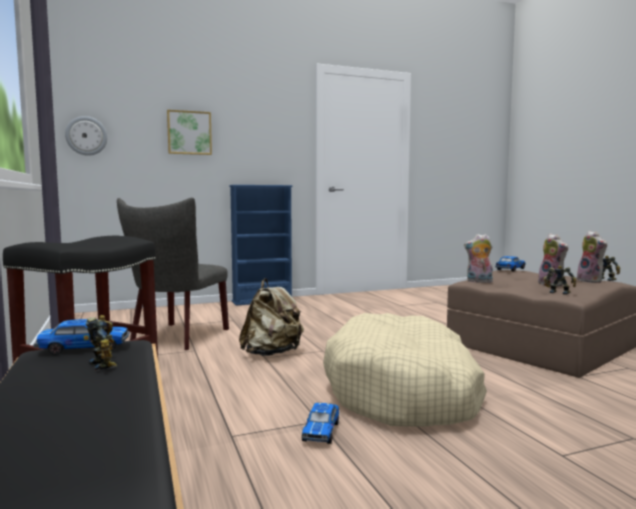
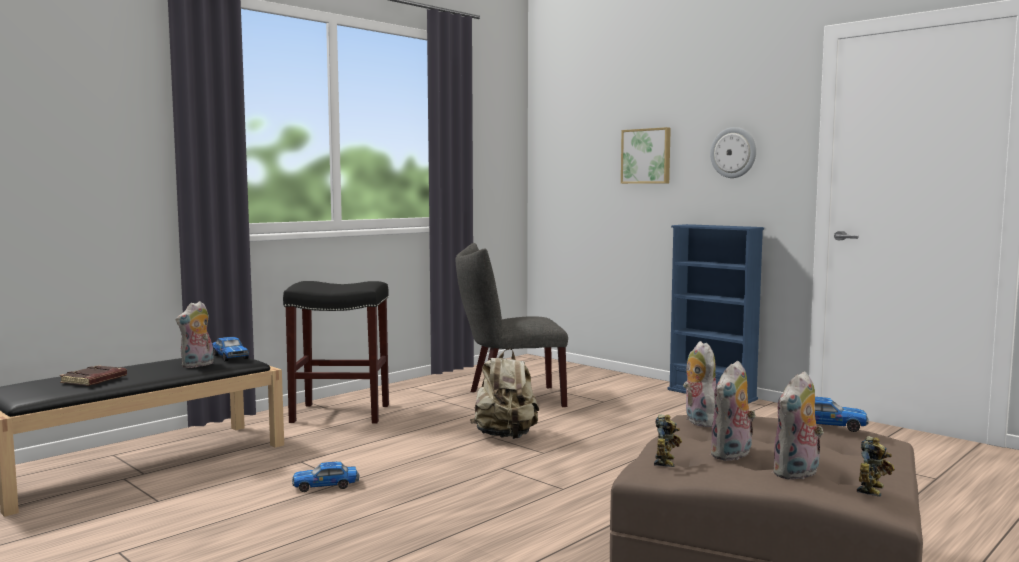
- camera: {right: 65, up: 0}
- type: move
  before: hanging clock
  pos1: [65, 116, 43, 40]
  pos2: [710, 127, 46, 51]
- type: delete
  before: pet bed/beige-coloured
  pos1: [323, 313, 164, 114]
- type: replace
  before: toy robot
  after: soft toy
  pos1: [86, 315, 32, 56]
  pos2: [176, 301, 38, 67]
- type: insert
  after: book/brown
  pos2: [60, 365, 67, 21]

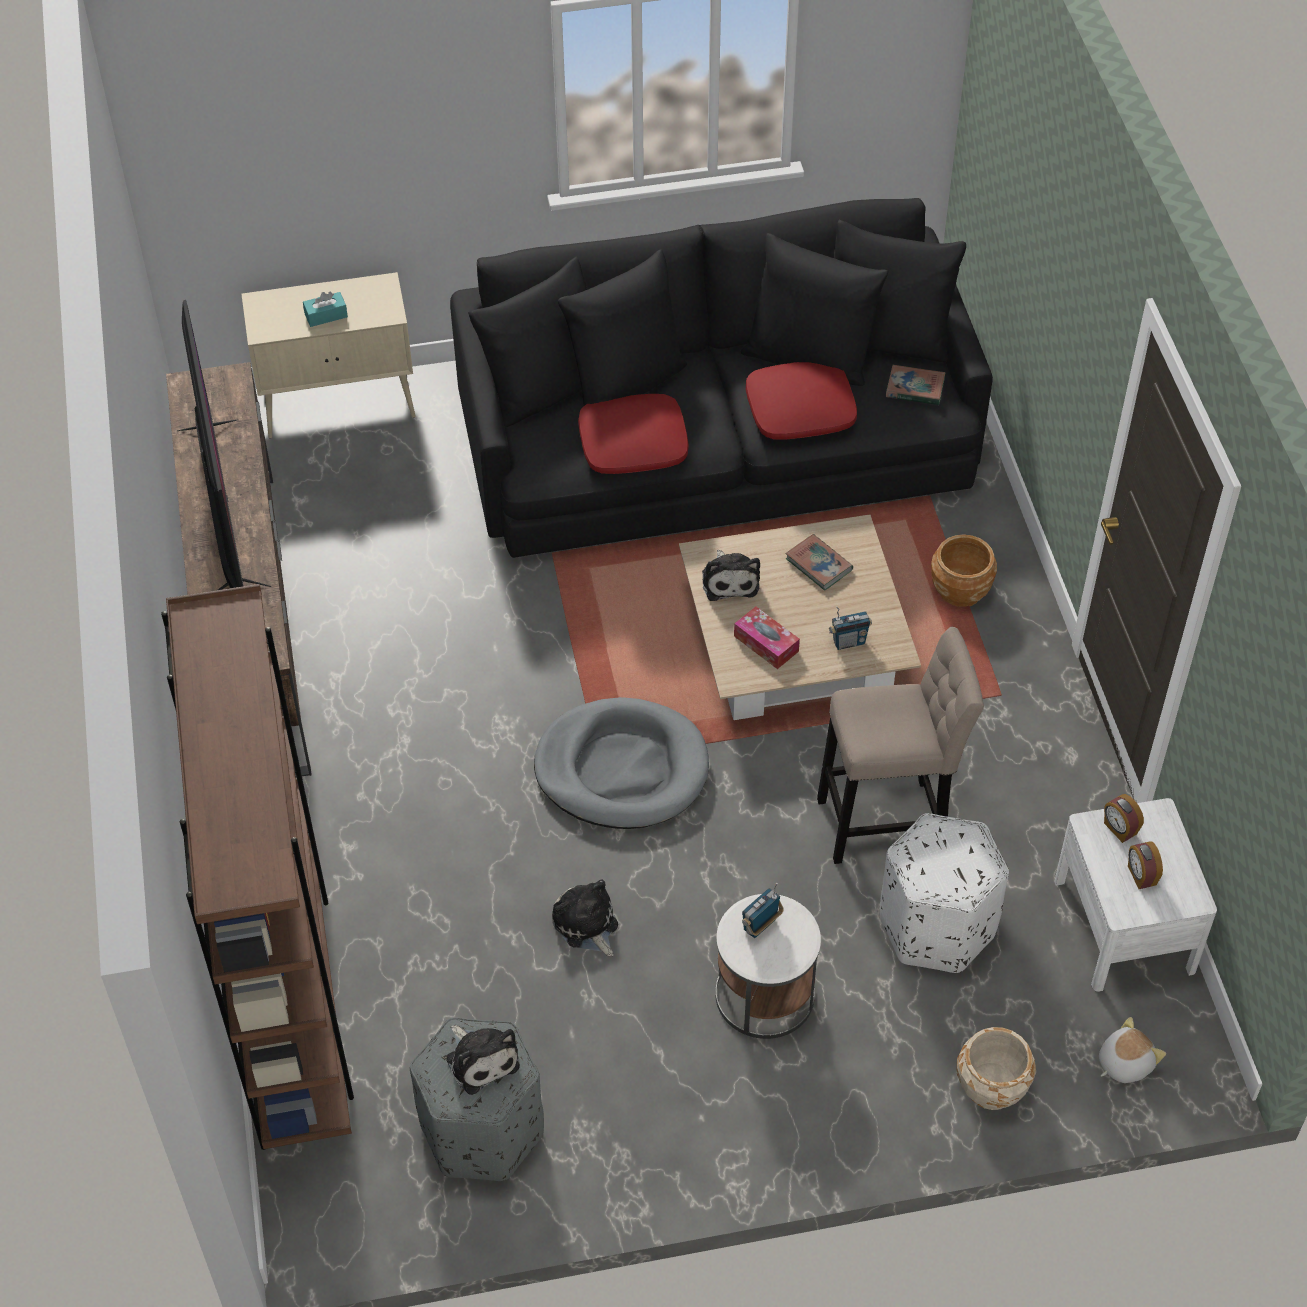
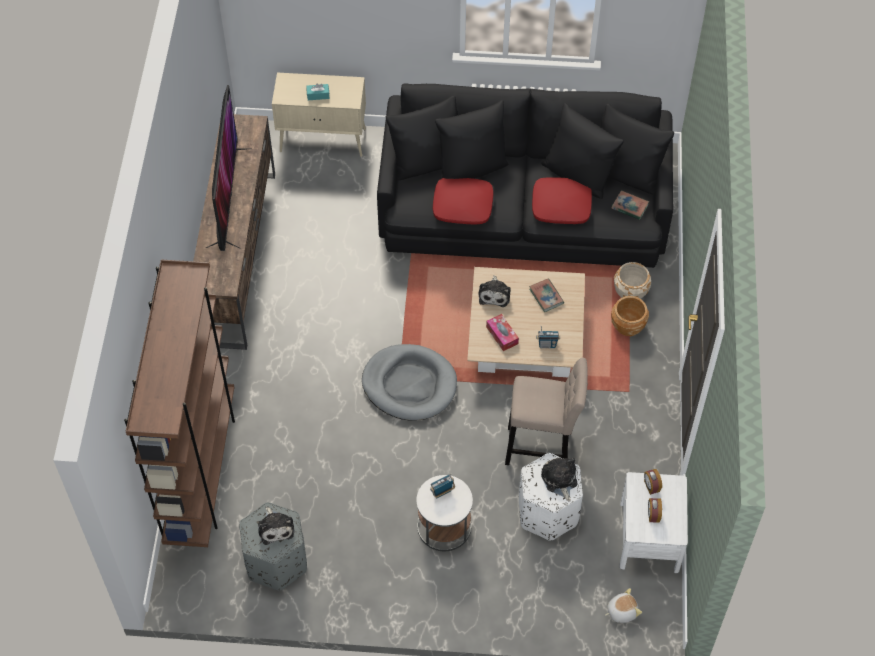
- camera: {right: 15, up: 5}
- type: move
  before: soft toy
  pos1: [552, 879, 66, 78]
  pos2: [541, 458, 37, 43]
- type: move
  before: planter/beige-coloured
  pos1: [957, 1027, 79, 83]
  pos2: [614, 262, 37, 37]

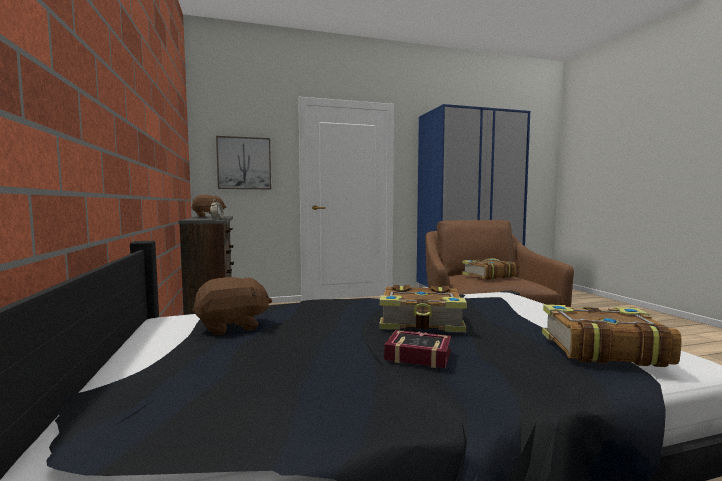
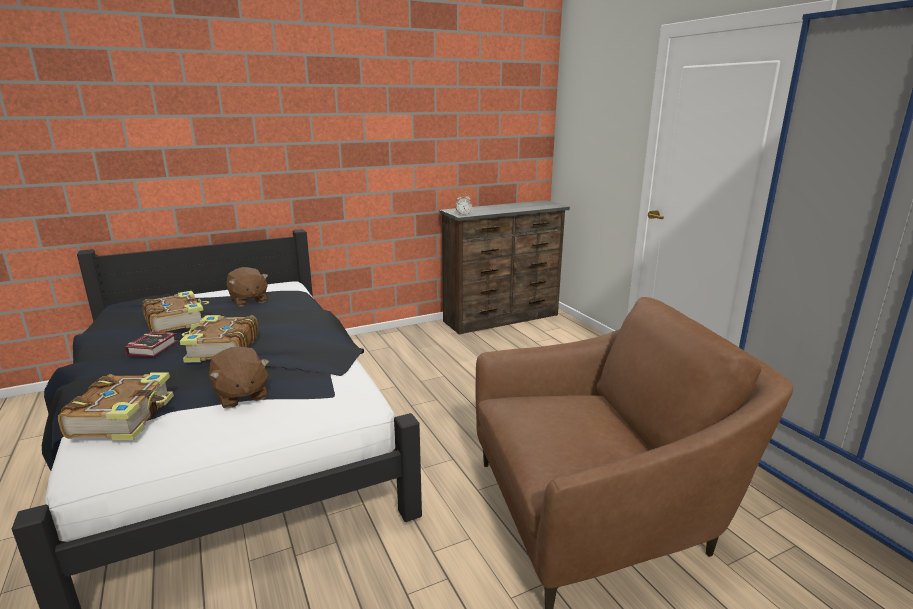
- camera: {right: 80, up: 15}
- type: delete
  before: wall art
  pos1: [216, 136, 55, 53]
- type: move
  before: soft toy/brown
  pos1: [191, 195, 35, 22]
  pos2: [209, 347, 61, 62]
- type: move
  before: book
  pos1: [462, 258, 54, 22]
  pos2: [142, 291, 67, 41]

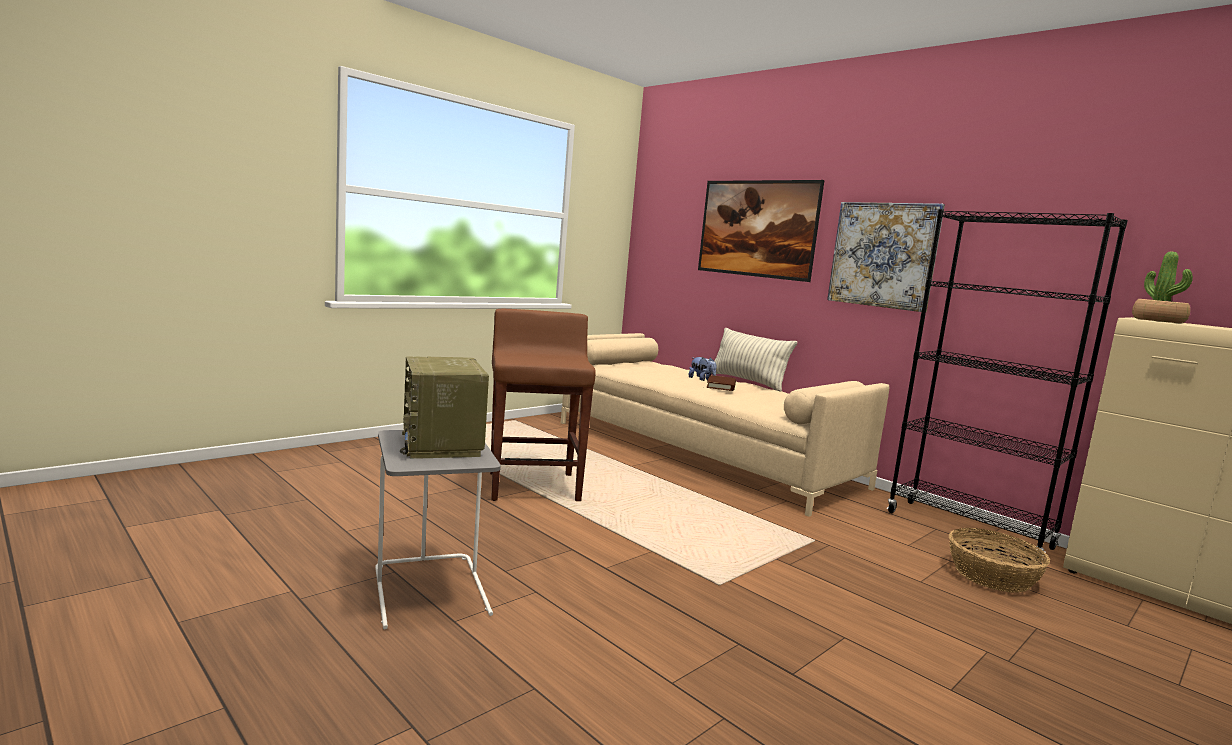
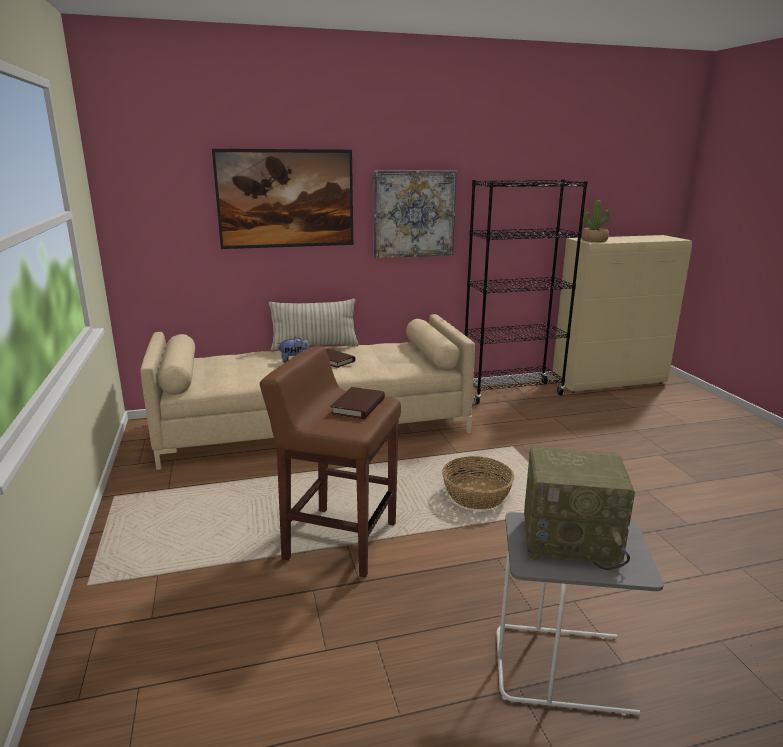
- camera: {right: -60, up: 10}
- type: move
  before: basket
  pos1: [949, 528, 101, 65]
  pos2: [442, 456, 73, 54]
- type: insert
  after: book/brown
  pos2: [330, 387, 55, 32]

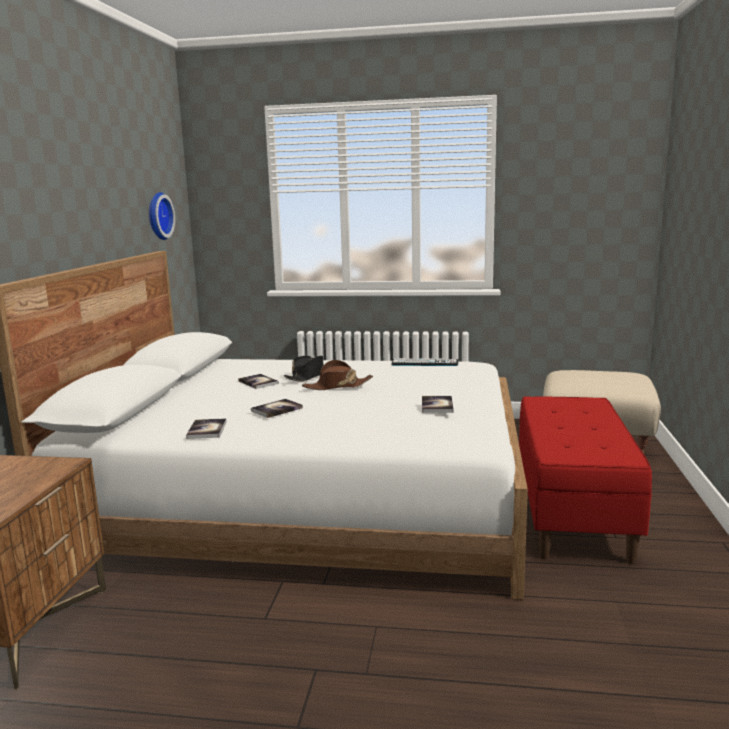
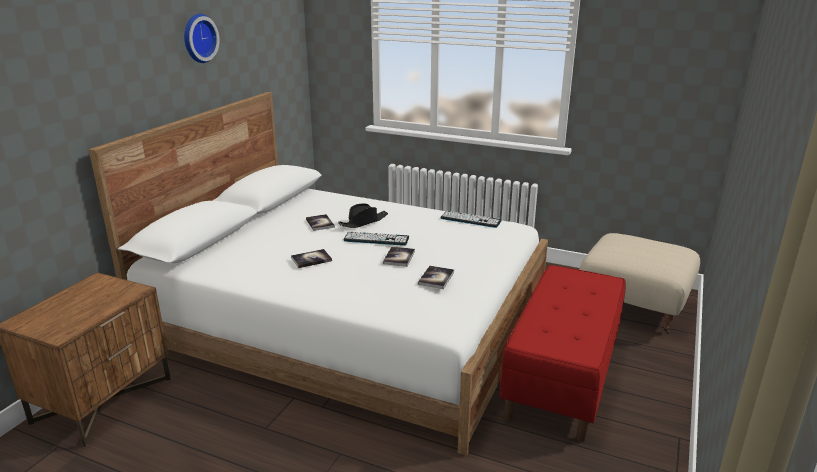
- camera: {right: 15, up: 10}
- type: move
  before: hanging clock
  pos1: [149, 192, 26, 48]
  pos2: [184, 14, 36, 49]
- type: replace
  before: clothing hat/brown
  after: computer keyboard
  pos1: [302, 360, 71, 30]
  pos2: [343, 232, 66, 14]
- type: move
  before: book
  pos1: [186, 418, 41, 21]
  pos2: [383, 247, 32, 20]

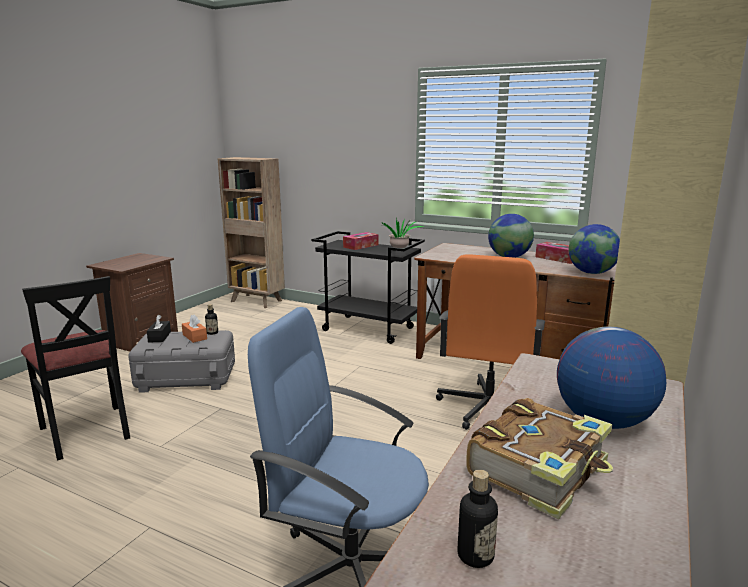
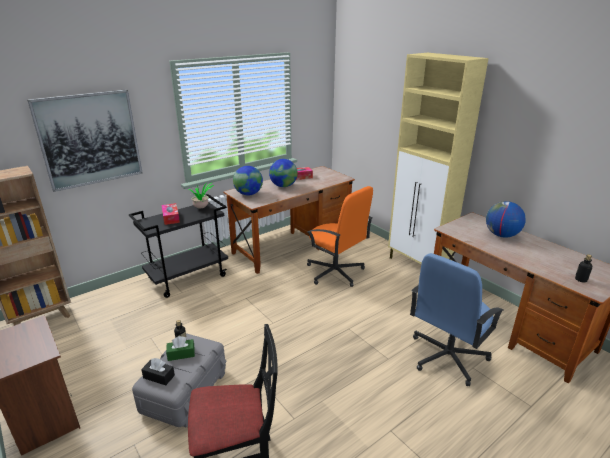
- camera: {right: -65, up: 10}
- type: move
  before: desk globe
  pos1: [569, 224, 51, 50]
  pos2: [233, 166, 30, 29]
- type: recolor
  before: box of tissues/orangey
  after: box of tissues/greenish
  pos1: [182, 314, 25, 29]
  pos2: [166, 336, 29, 25]
- type: delete
  before: book
  pos1: [466, 398, 147, 121]
- type: insert
  after: wall art
  pos2: [27, 89, 116, 103]

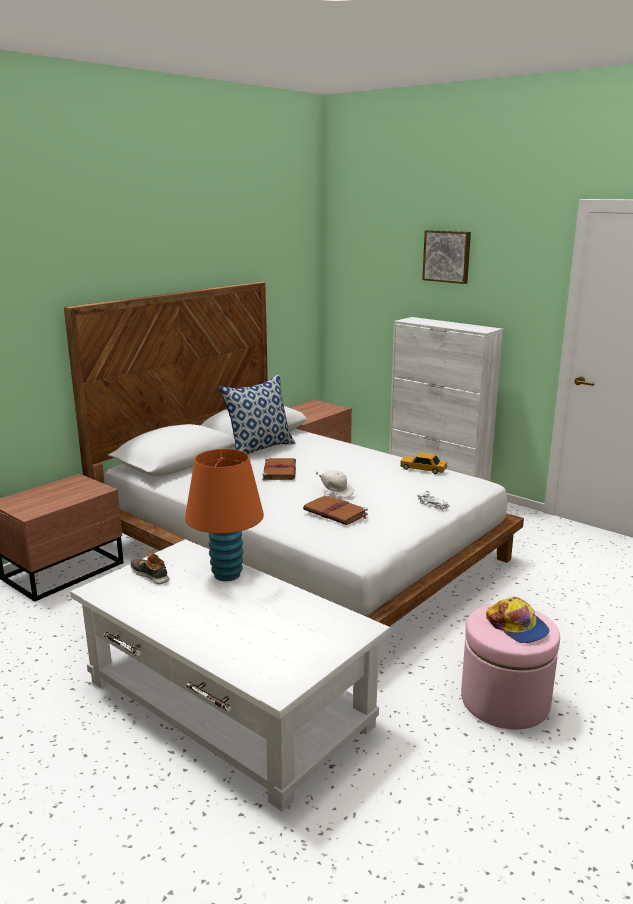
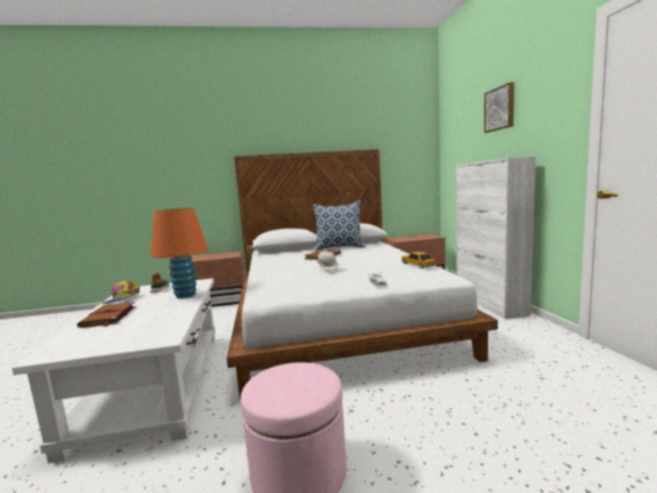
- camera: {right: 40, up: -10}
- type: move
  before: book/brown
  pos1: [303, 494, 65, 31]
  pos2: [77, 302, 59, 26]
- type: move
  before: peaked cap
  pos1: [486, 597, 63, 46]
  pos2: [101, 280, 39, 24]

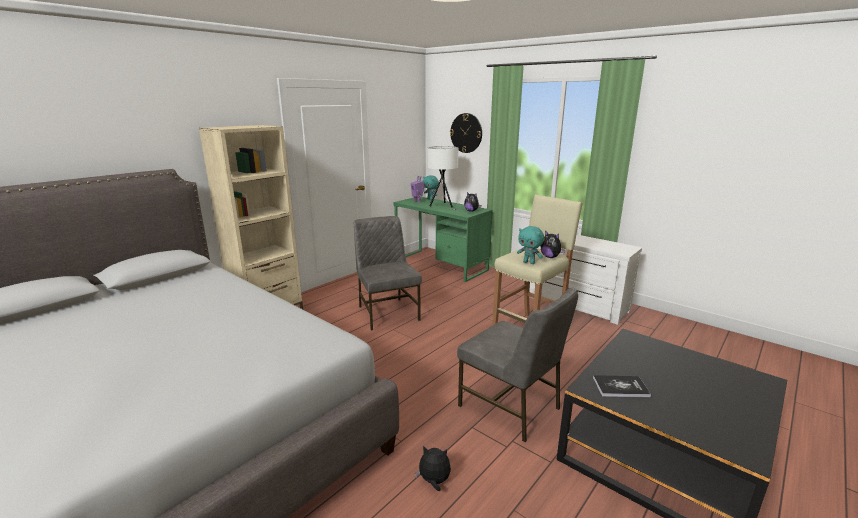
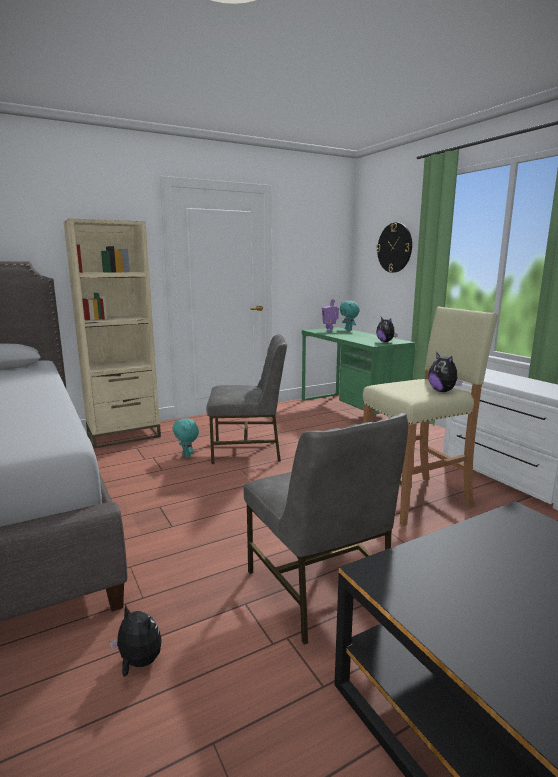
- camera: {right: 20, up: -5}
- type: delete
  before: tabletop lamp/white
  pos1: [427, 146, 32, 64]
- type: rotate
  before: chair/gray
  pos1: [353, 216, 69, 114]
  pos2: [206, 335, 81, 129]
  turn: 90
- type: move
  before: soft toy/turquoise-coloured
  pos1: [517, 226, 27, 38]
  pos2: [172, 418, 27, 40]
- type: delete
  before: book
  pos1: [593, 375, 58, 23]

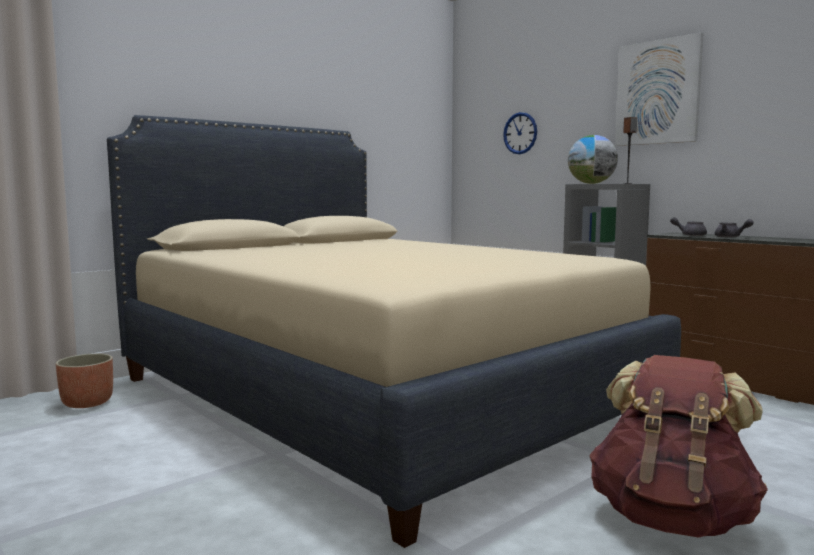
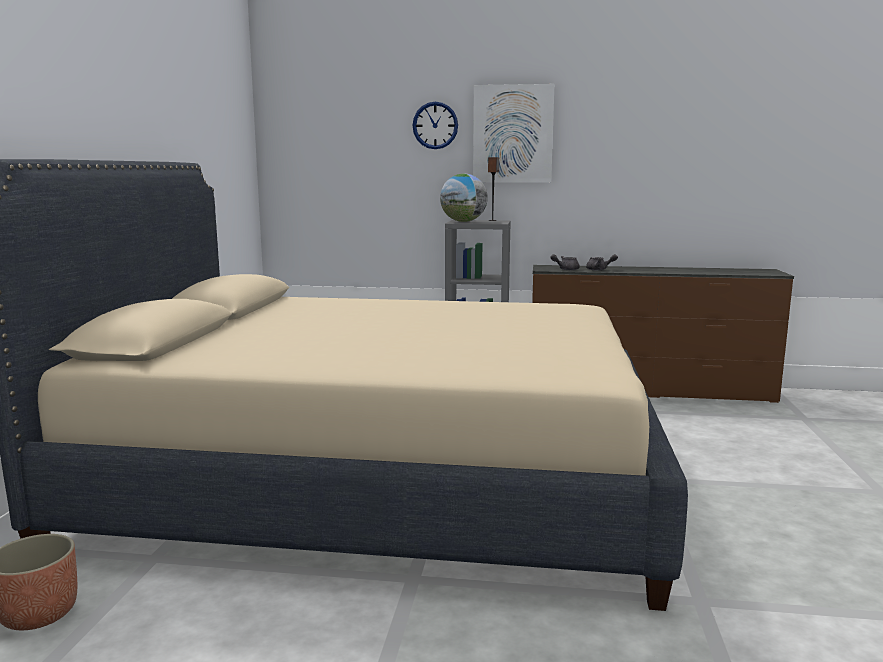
- camera: {right: -40, up: 5}
- type: move
  before: hanging clock
  pos1: [503, 112, 34, 42]
  pos2: [413, 102, 45, 47]
- type: delete
  before: backpack/brown
  pos1: [589, 355, 179, 183]

